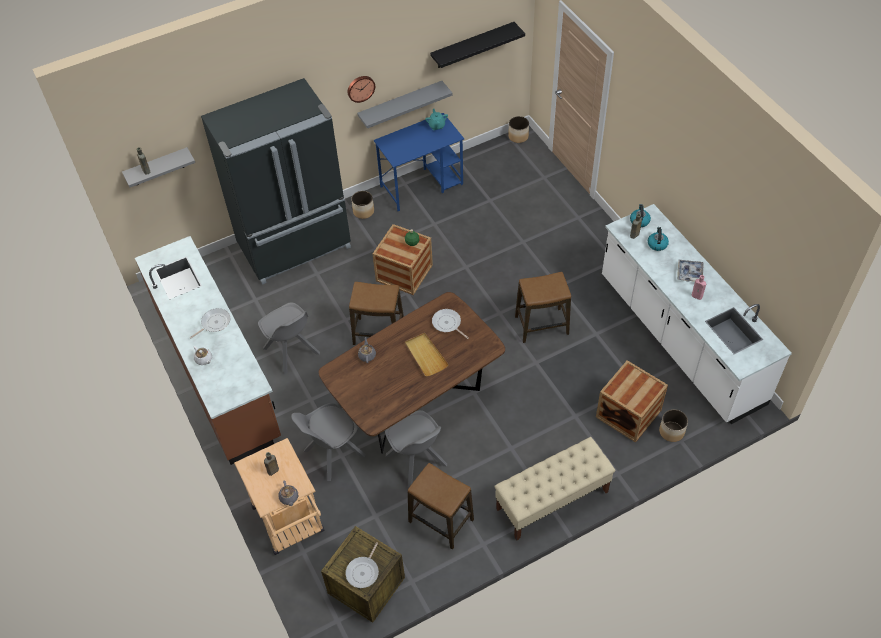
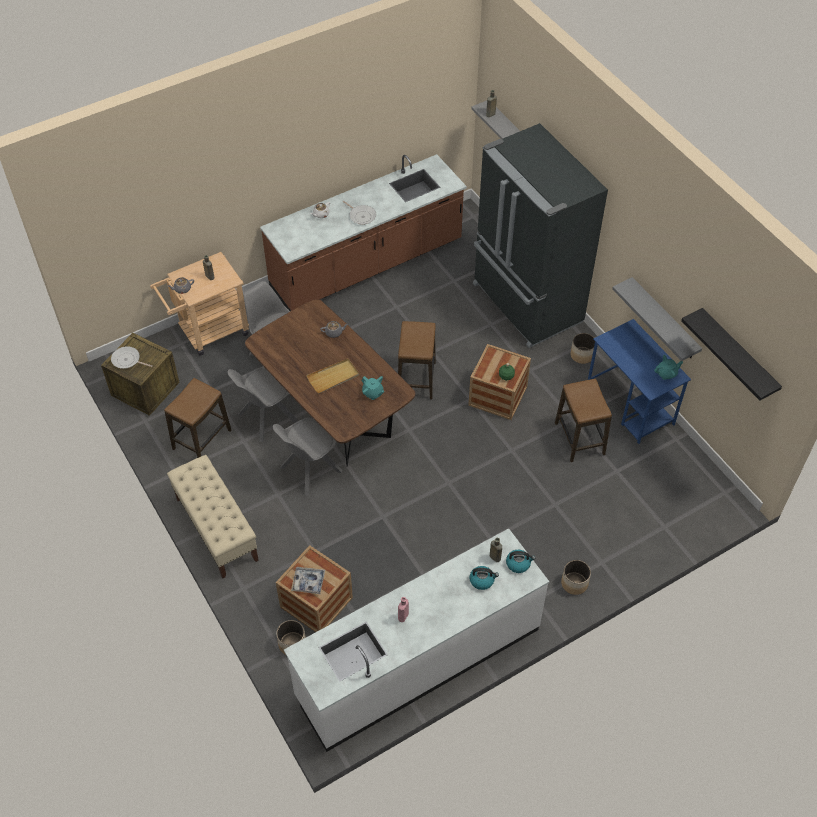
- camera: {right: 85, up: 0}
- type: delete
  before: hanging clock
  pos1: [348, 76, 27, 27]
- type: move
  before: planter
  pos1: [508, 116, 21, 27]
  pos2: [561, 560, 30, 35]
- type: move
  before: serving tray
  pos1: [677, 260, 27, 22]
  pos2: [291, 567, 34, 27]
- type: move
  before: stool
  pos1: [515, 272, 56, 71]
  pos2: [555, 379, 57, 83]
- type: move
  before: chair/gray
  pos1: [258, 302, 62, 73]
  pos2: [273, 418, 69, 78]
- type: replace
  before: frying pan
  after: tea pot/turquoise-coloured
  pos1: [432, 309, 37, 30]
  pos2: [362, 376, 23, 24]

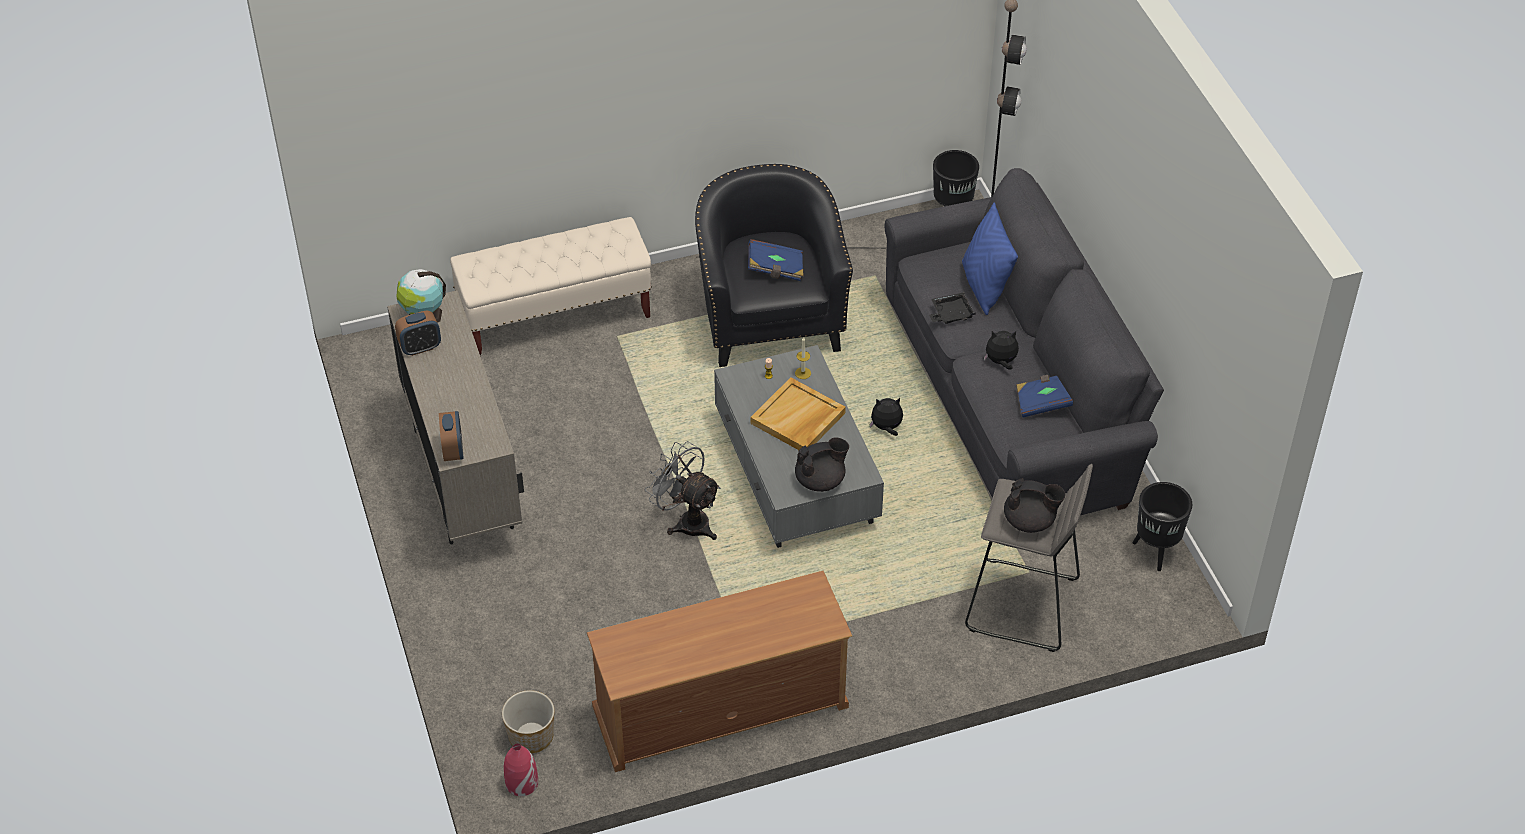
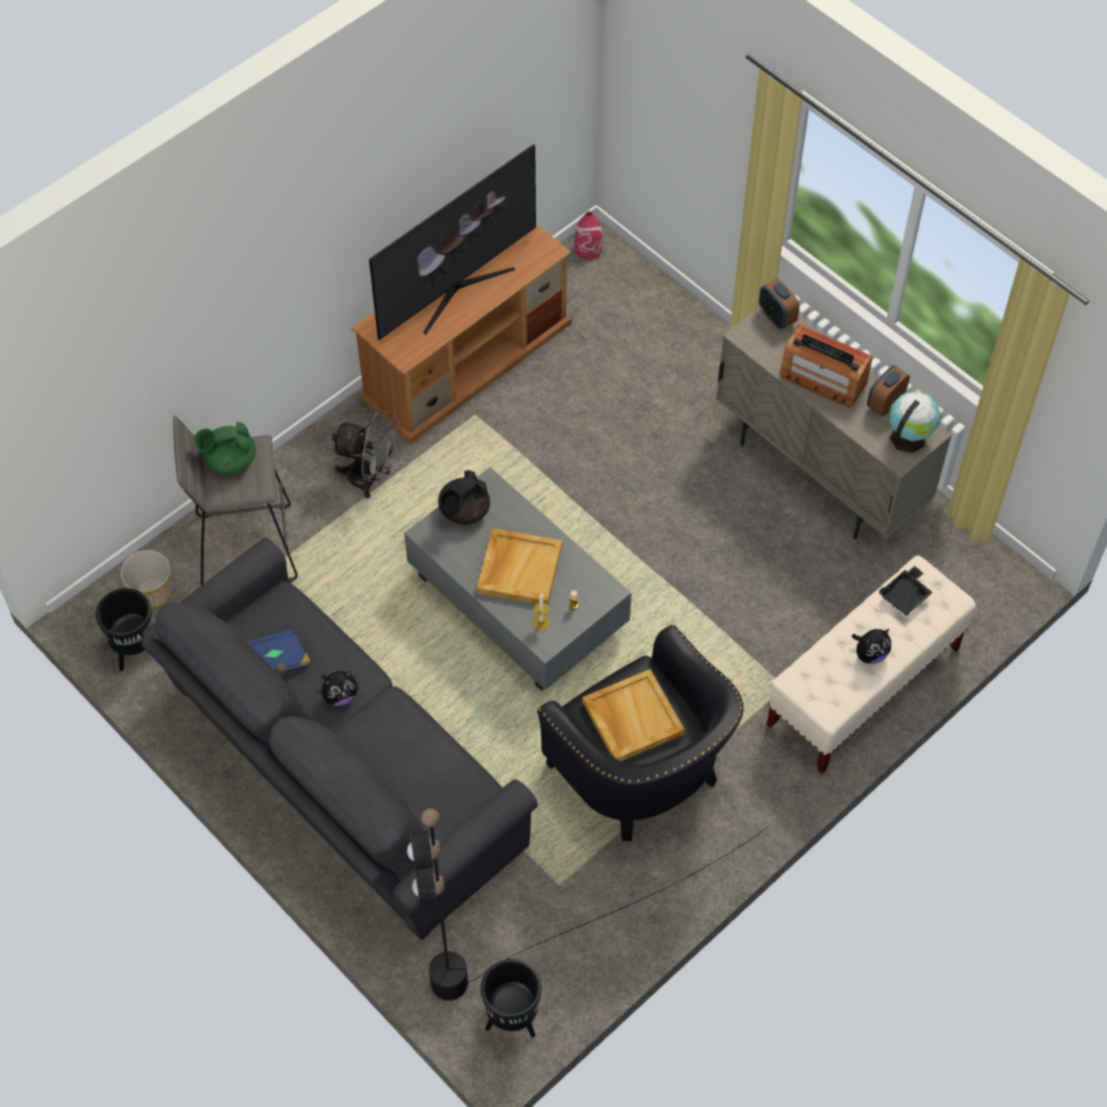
- camera: {right: 155, up: 10}
- type: delete
  before: throw pillow/blue
  pos1: [962, 203, 56, 112]
- type: replace
  before: book/blue
  after: serving tray/beige-coloured
  pos1: [748, 239, 55, 42]
  pos2: [582, 669, 103, 93]
- type: move
  before: serving tray/black
  pos1: [929, 292, 47, 32]
  pos2: [879, 566, 54, 50]
- type: move
  before: soft toy
  pos1: [869, 398, 34, 38]
  pos2: [852, 629, 39, 35]
- type: move
  before: cooling fan/gray
  pos1: [645, 441, 76, 99]
  pos2: [332, 410, 68, 88]
- type: recolor
  before: tea pot/black
  after: tea pot/greenish
  pos1: [1004, 478, 62, 55]
  pos2: [194, 422, 61, 52]
- type: move
  before: planter
  pos1: [502, 690, 53, 63]
  pos2: [120, 550, 53, 59]
- type: insert
  after: TV set
  pos2: [369, 144, 167, 196]
- type: insert
  after: radio receiver
  pos2: [780, 324, 93, 84]

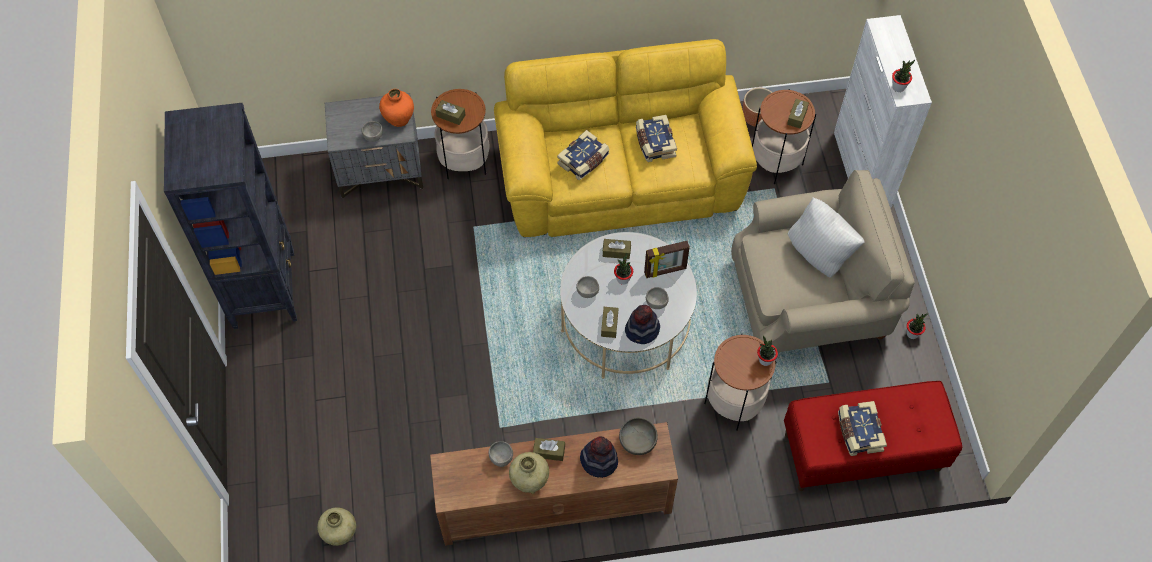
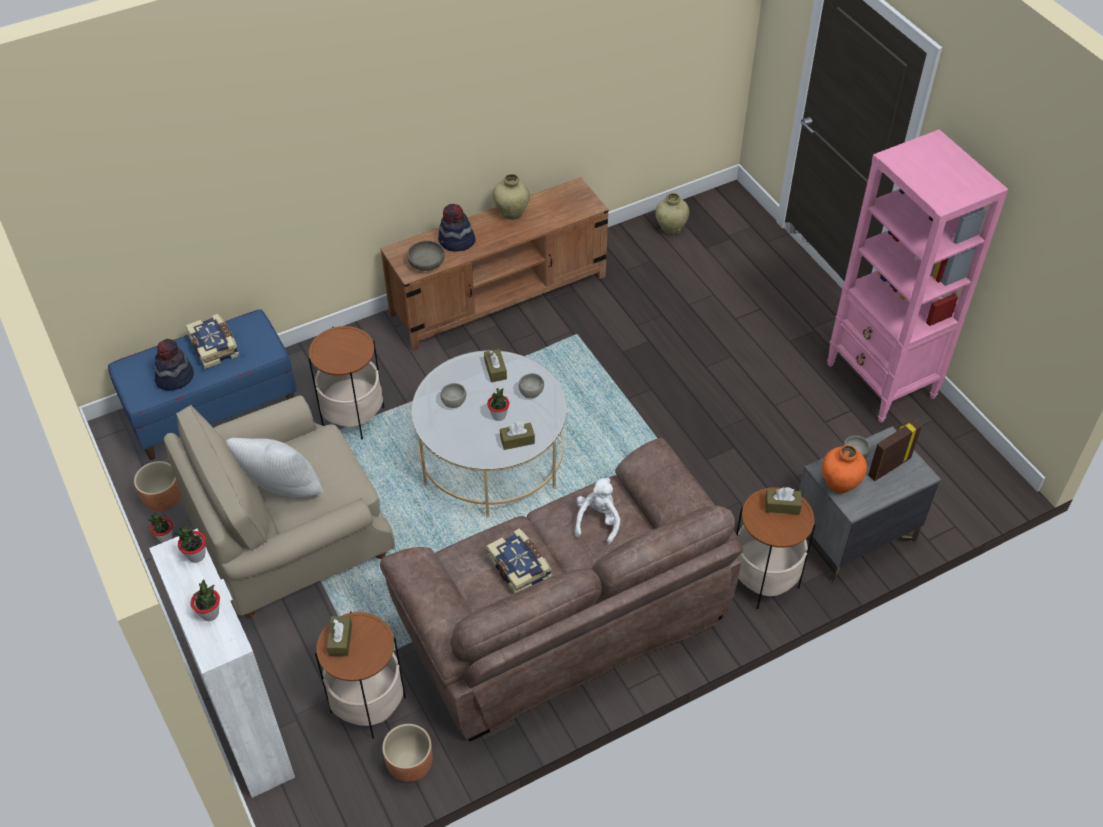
- camera: {right: 160, up: -10}
- type: recolor
  before: settee/yellowish
  after: settee/brown
  pos1: [494, 39, 263, 198]
  pos2: [380, 438, 363, 304]
- type: recolor
  before: shelving unit/black
  after: shelving unit/pink
  pos1: [164, 103, 133, 226]
  pos2: [827, 129, 182, 294]
- type: replace
  before: book
  after: soft toy/white
  pos1: [557, 130, 52, 50]
  pos2: [575, 477, 45, 67]
- type: move
  before: standing frame
  pos1: [644, 241, 46, 37]
  pos2: [868, 420, 54, 61]
- type: move
  before: clothing hat
  pos1: [625, 305, 35, 39]
  pos2: [155, 339, 39, 51]
- type: move
  before: houseplant
  pos1: [757, 336, 21, 30]
  pos2: [191, 579, 29, 42]
- type: recolor
  before: indoor bench/reddish
  after: indoor bench/blue
  pos1: [784, 381, 178, 110]
  pos2: [108, 309, 189, 151]
- type: delete
  before: box of tissues/brown
  pos1: [533, 438, 32, 23]
- type: delete
  before: bowl/gray
  pos1: [489, 441, 24, 26]
- type: insert
  after: planter/brown
  pos2: [134, 461, 47, 50]

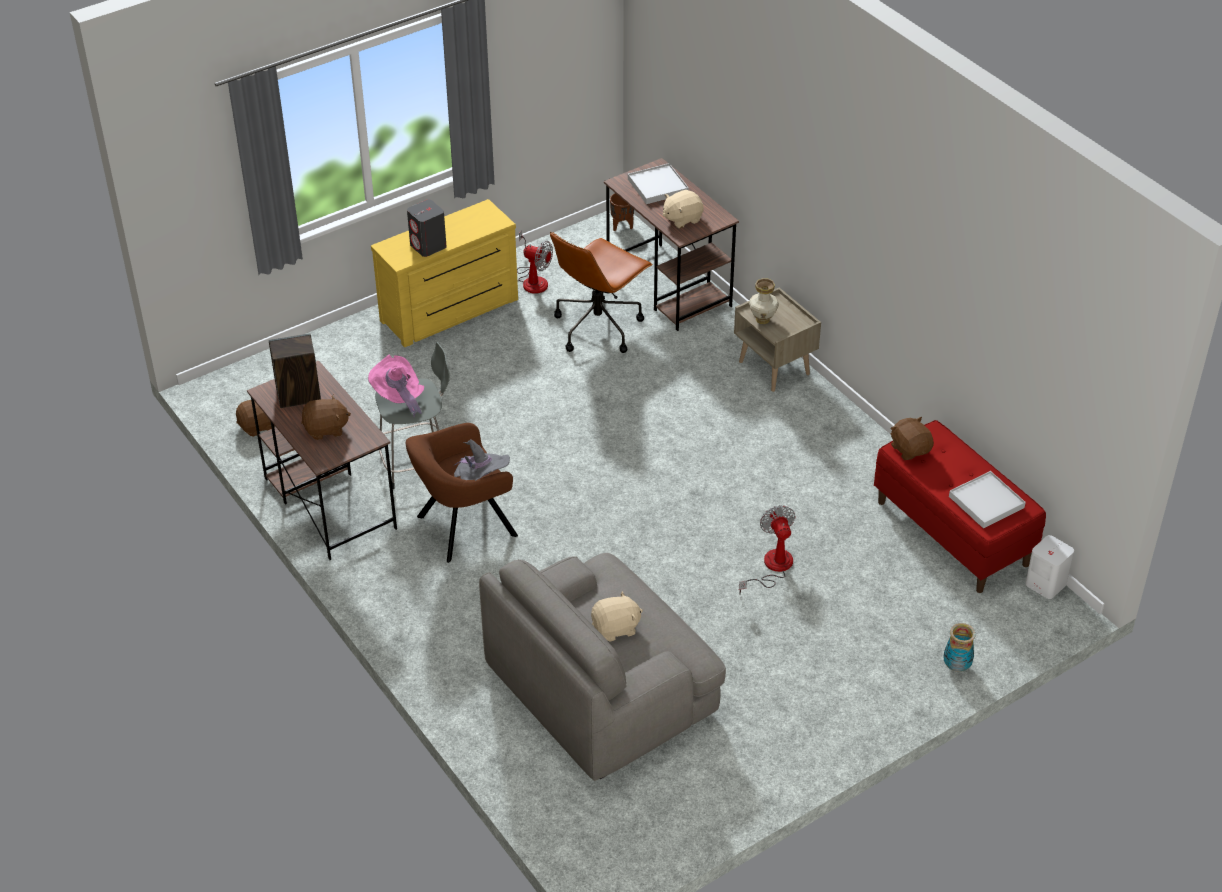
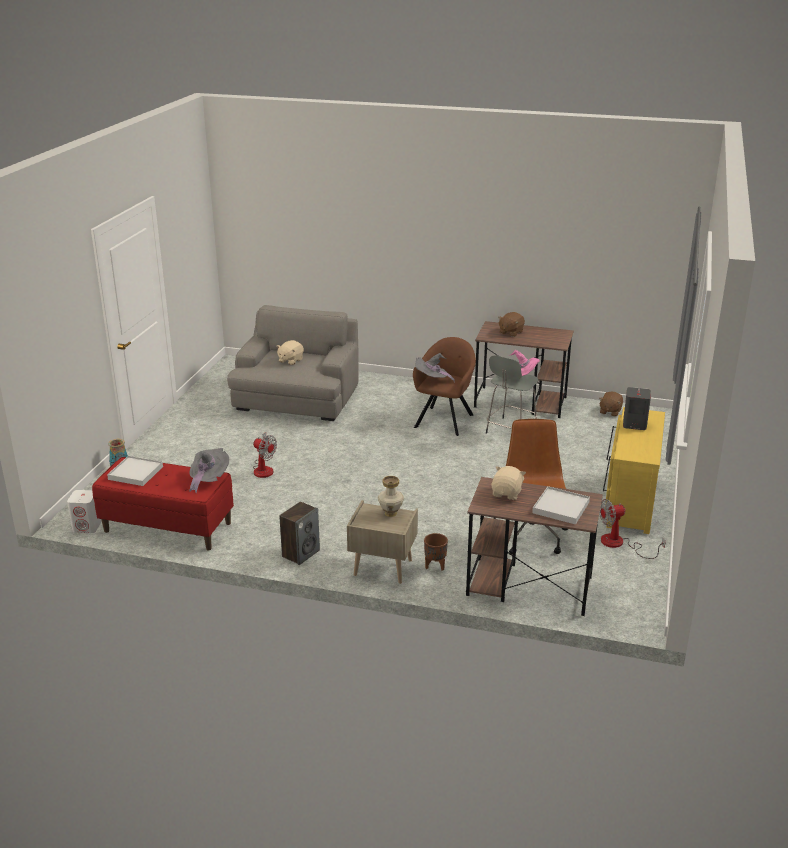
- camera: {right: 140, up: -15}
- type: move
  before: planter/brown
  pos1: [610, 193, 24, 38]
  pos2: [424, 533, 24, 38]
- type: move
  before: audio speaker
  pos1: [269, 333, 52, 75]
  pos2: [279, 502, 41, 63]
- type: replace
  before: soft toy/brown
  after: clothing hat/gray
  pos1: [890, 417, 44, 43]
  pos2: [189, 448, 40, 45]

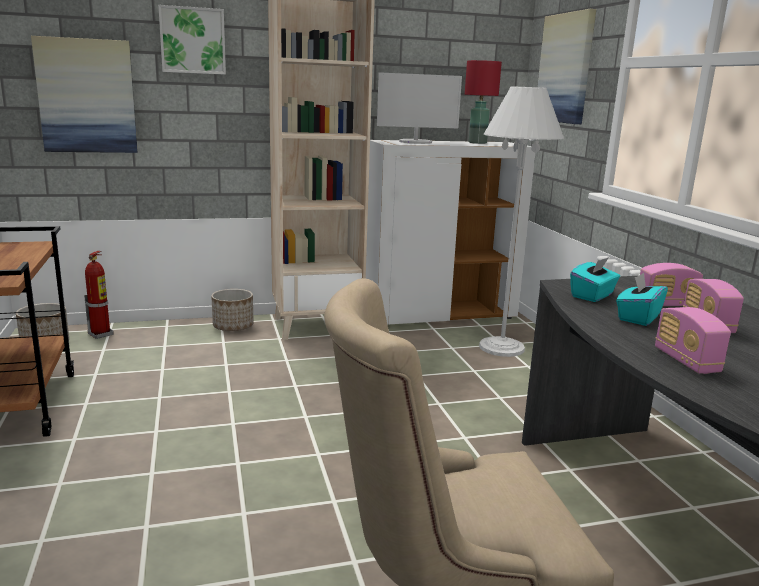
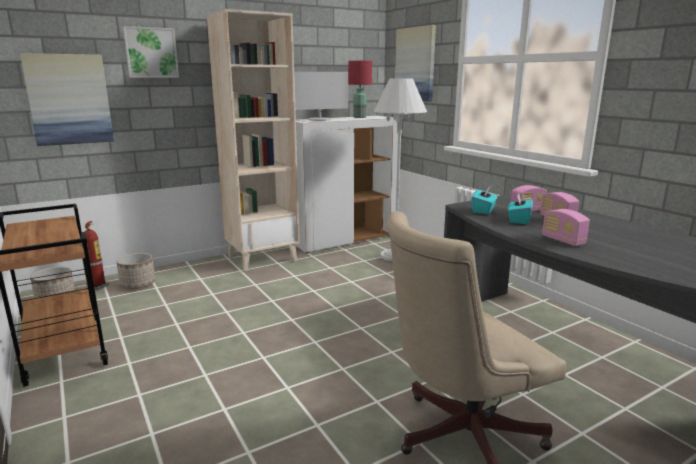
- camera: {right: -15, up: 0}
- type: move
  before: planter
  pos1: [211, 289, 43, 42]
  pos2: [116, 253, 39, 36]

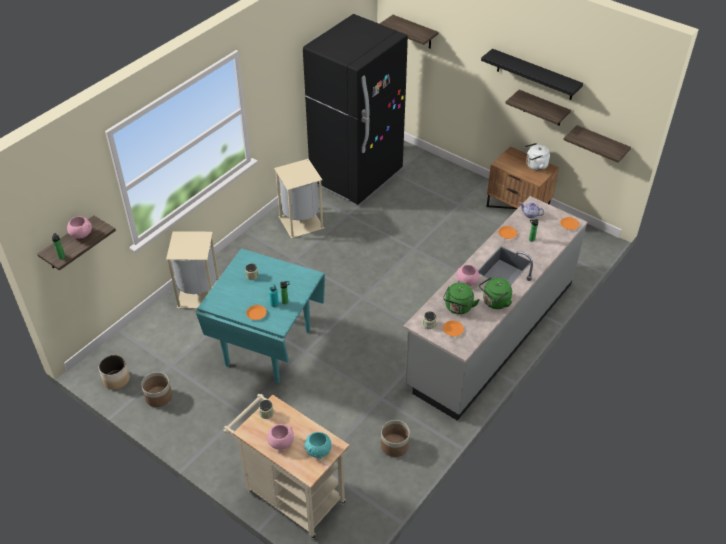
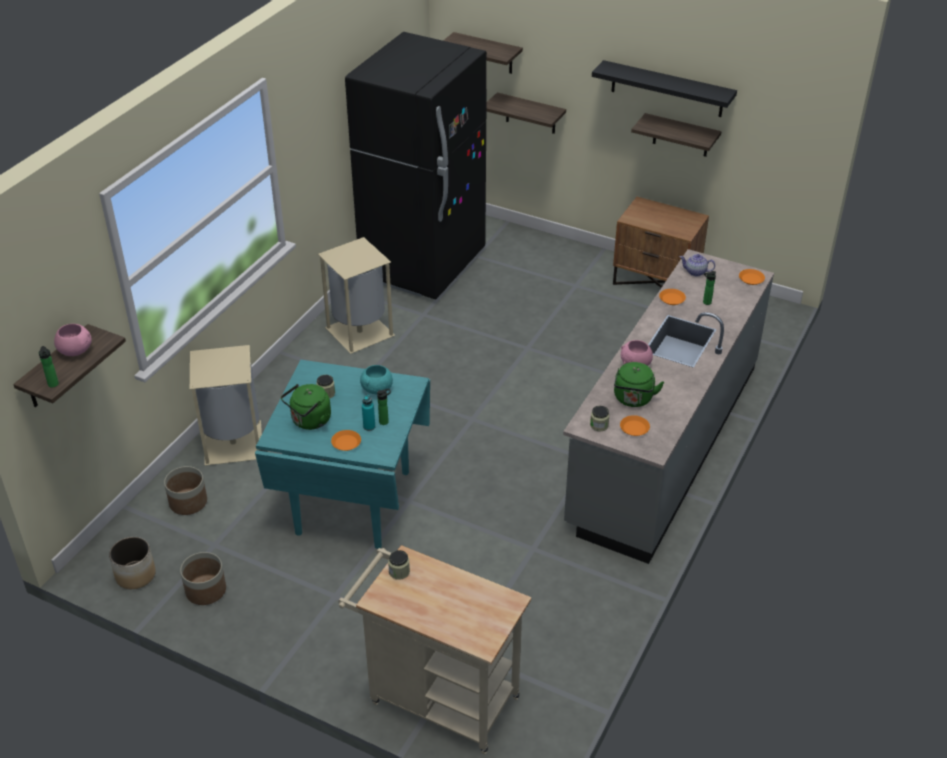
- camera: {right: -10, up: -5}
- type: move
  before: bracket shelf
  pos1: [563, 125, 68, 38]
  pos2: [486, 92, 80, 42]
- type: delete
  before: tea kettle/white
  pos1: [524, 143, 26, 27]
- type: move
  before: tea kettle/greenish
  pos1: [479, 277, 33, 32]
  pos2: [281, 384, 50, 46]
- type: move
  before: planter
  pos1: [381, 420, 29, 37]
  pos2: [164, 466, 43, 49]
- type: delete
  before: bowl/pink
  pos1: [267, 424, 27, 26]
- type: move
  before: bowl/turquoise-coloured
  pos1: [305, 432, 27, 27]
  pos2: [360, 365, 33, 29]

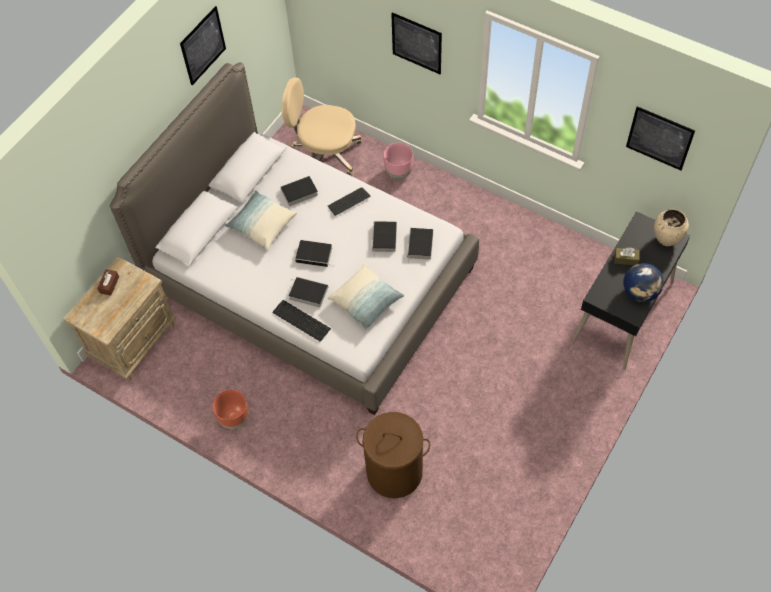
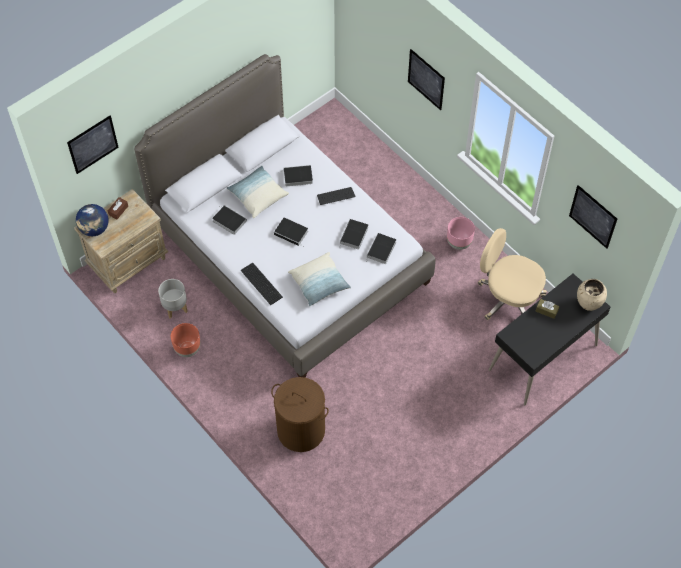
- camera: {right: 15, up: 0}
- type: move
  before: wall art
  pos1: [180, 6, 46, 79]
  pos2: [67, 116, 52, 58]
- type: move
  before: desk chair/beige-coloured
  pos1: [282, 78, 79, 97]
  pos2: [478, 228, 69, 92]
- type: move
  before: planter/pink
  pos1: [384, 143, 29, 36]
  pos2: [447, 217, 28, 33]
- type: move
  before: desk globe
  pos1: [623, 263, 41, 39]
  pos2: [76, 204, 33, 32]
- type: move
  before: book
  pos1: [289, 277, 39, 30]
  pos2: [212, 205, 35, 30]
- type: insert
  after: planter/gray
  pos2: [158, 279, 30, 40]

